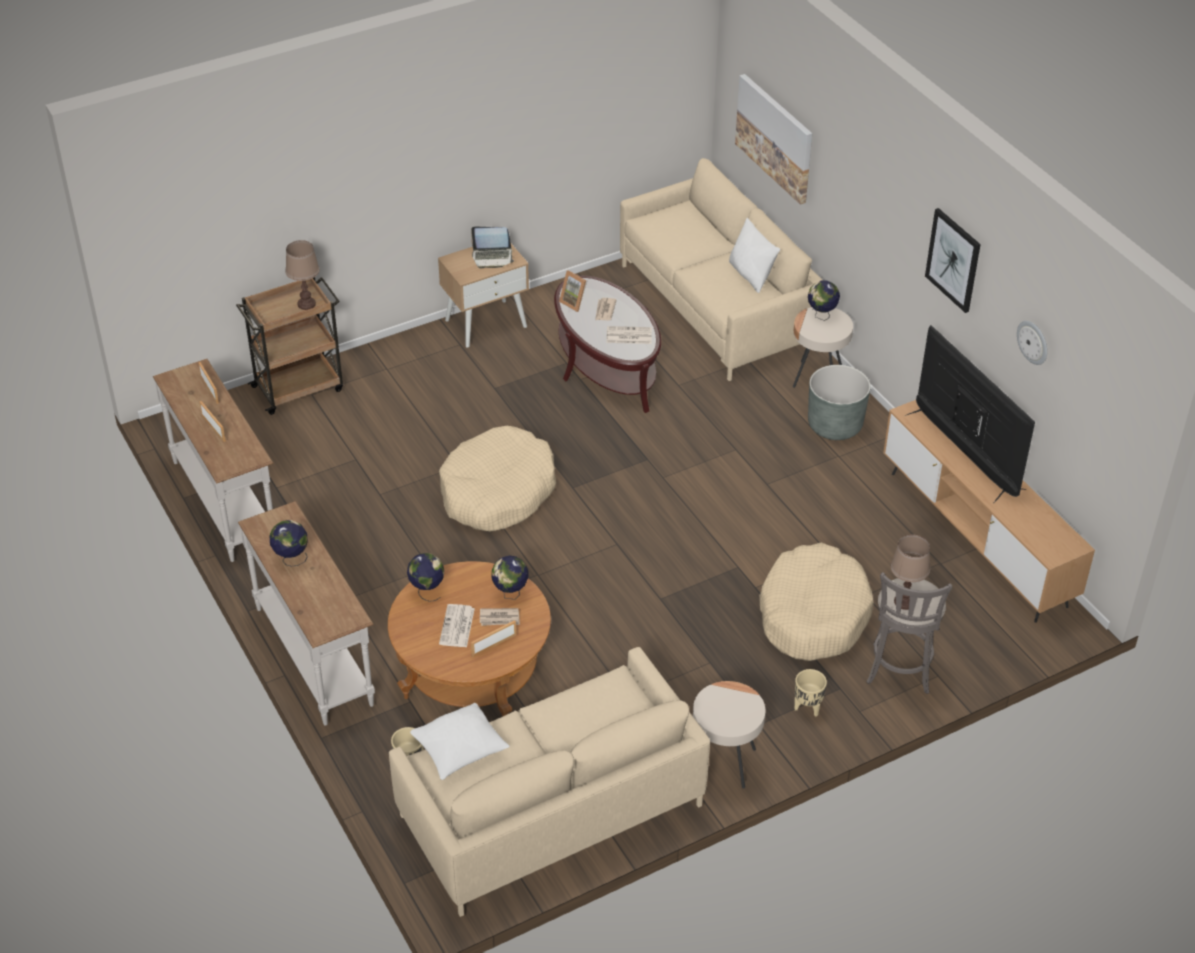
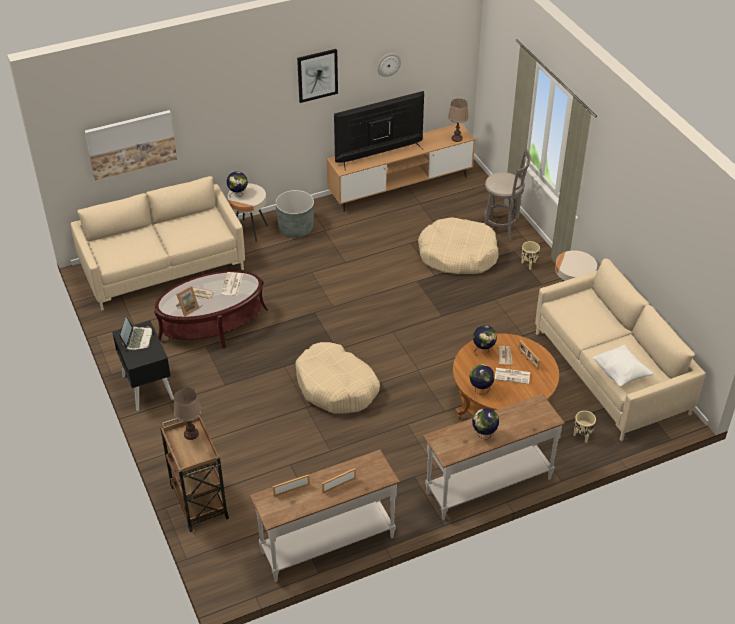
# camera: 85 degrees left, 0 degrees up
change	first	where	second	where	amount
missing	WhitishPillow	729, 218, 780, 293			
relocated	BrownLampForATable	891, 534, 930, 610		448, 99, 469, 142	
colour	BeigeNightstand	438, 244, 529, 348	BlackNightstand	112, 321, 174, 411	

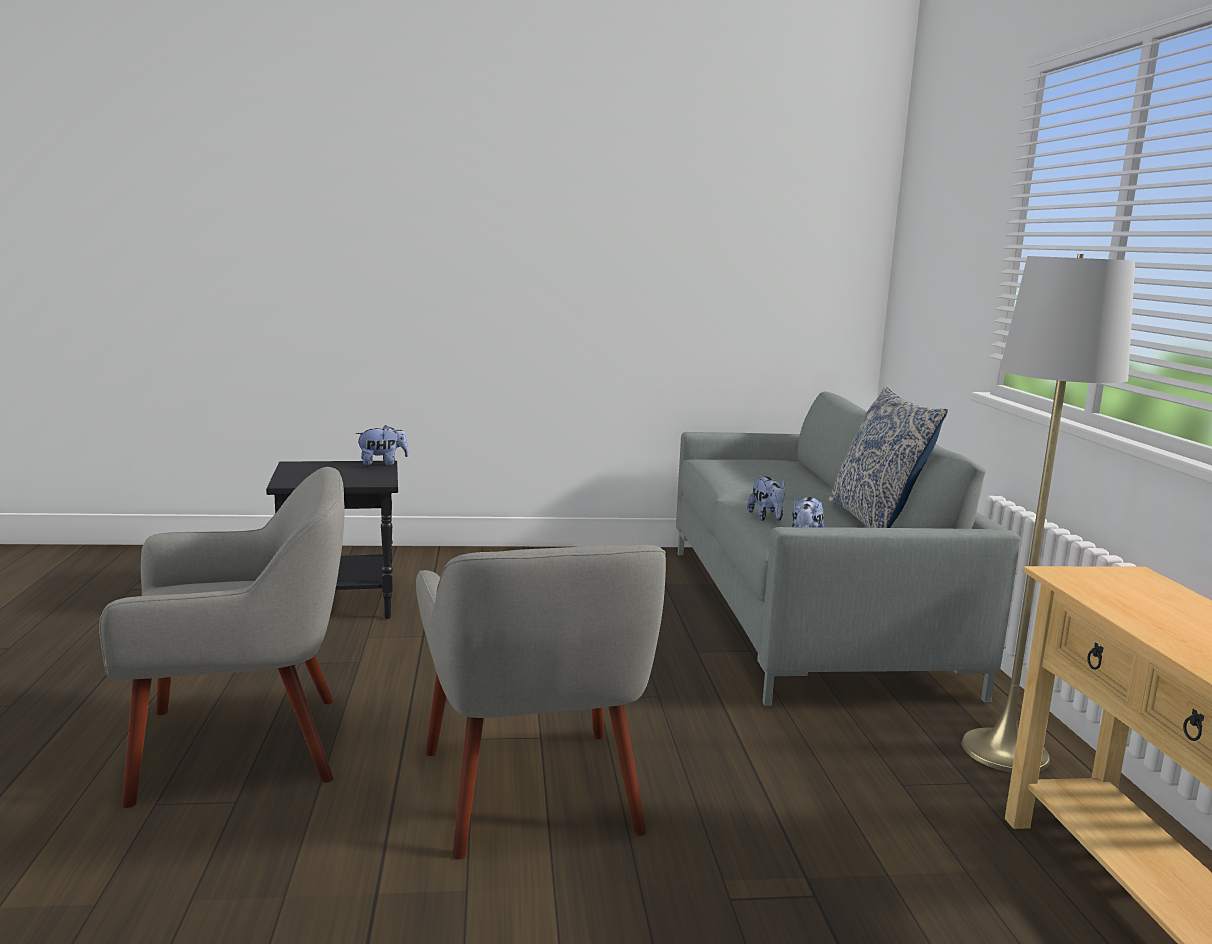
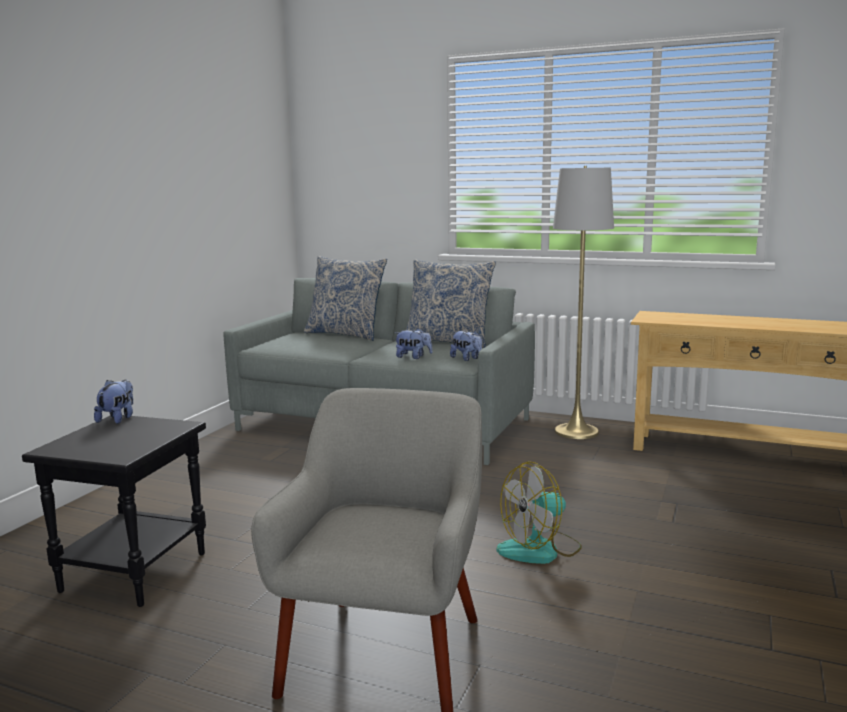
# camera: 60 degrees left, 0 degrees up
change	first	where	second	where	amount
appeared			Pillow	304, 256, 387, 341	
exchanged	GreyishLoungeChair	416, 545, 666, 860	ElectricFan	497, 461, 582, 564	

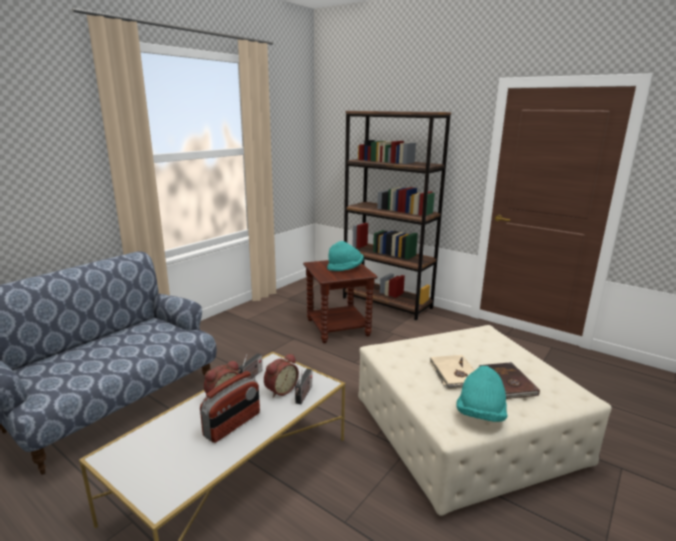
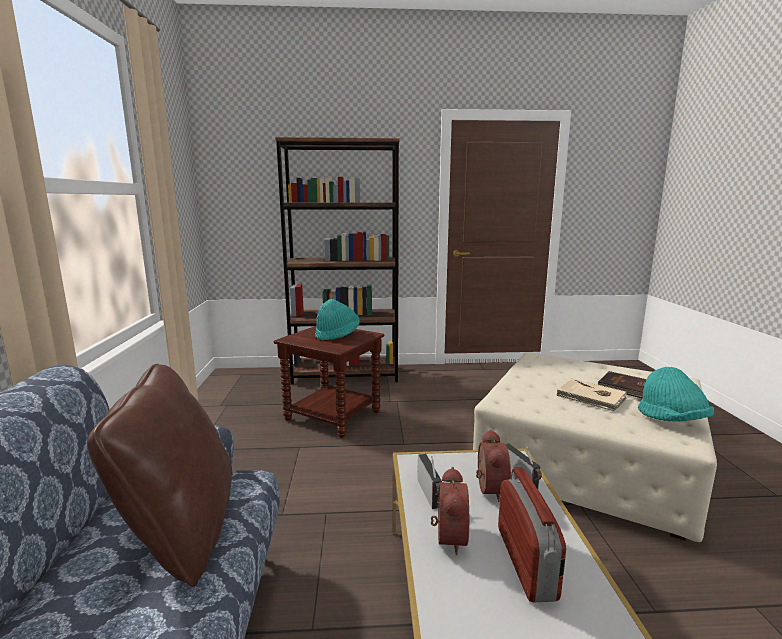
# camera: 40 degrees left, 5 degrees down
change	first	where	second	where	amount
appeared			BrownPillow	87, 364, 232, 587	

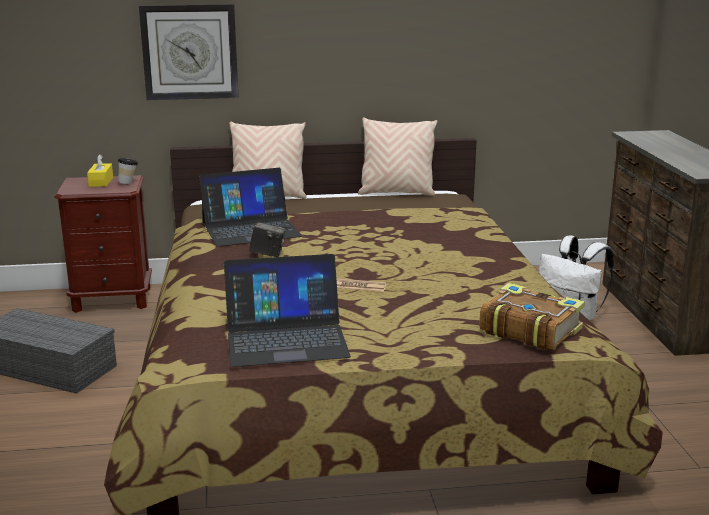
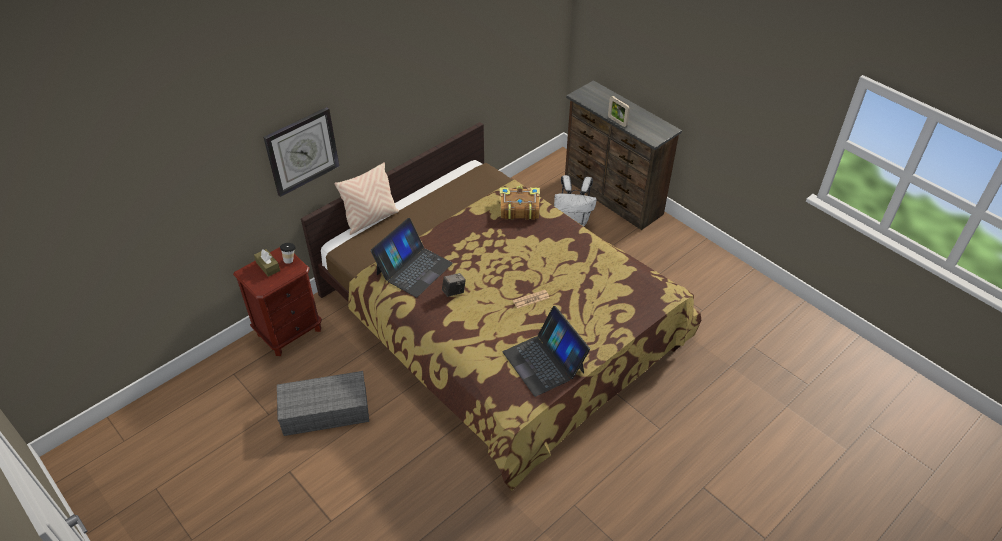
# camera: 35 degrees left, 25 degrees up
change	first	where	second	where	amount
missing	BeigePillow	358, 117, 437, 196			
appeared			PictureFrame	608, 96, 630, 127	
relocated	BoundBook	479, 283, 585, 350		500, 186, 540, 220	
colour	YellowColouredTissueBox	87, 154, 113, 187	BrownTissueBox	254, 249, 280, 277	
spun	NotebookComputer	224, 254, 351, 367		503, 306, 590, 397	105 degrees clockwise

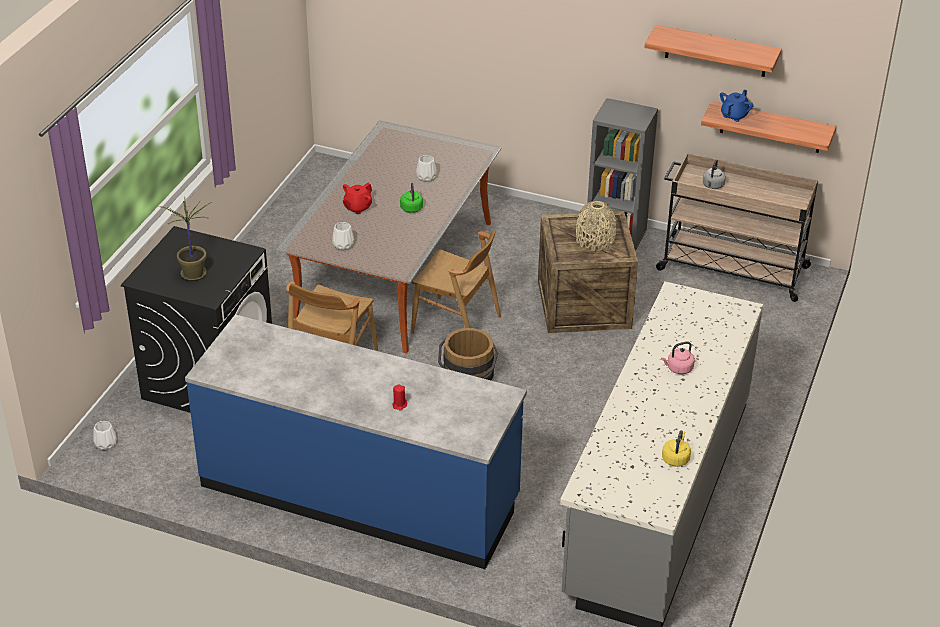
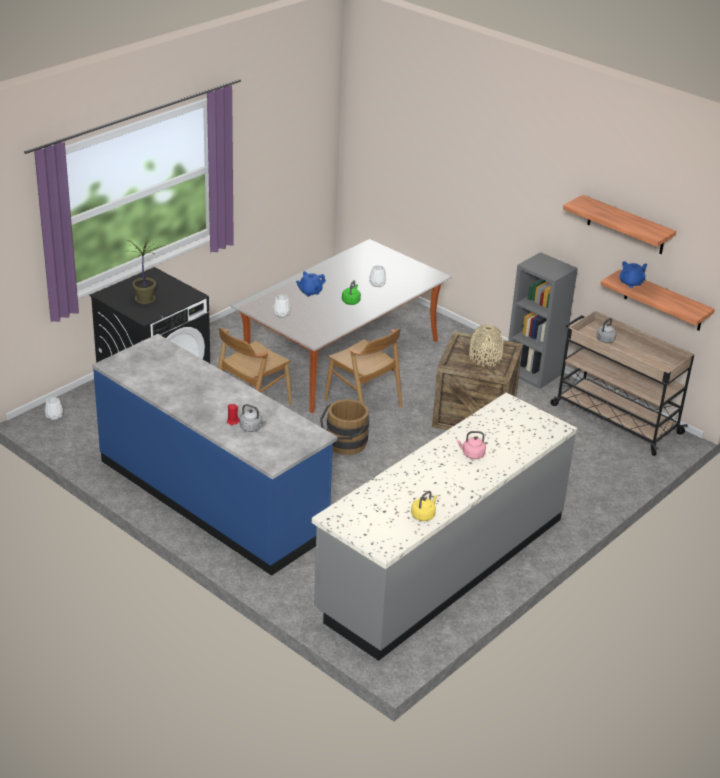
# camera: 20 degrees right, 5 degrees down
change	first	where	second	where	amount
appeared			GreyishTeaKettle	240, 404, 267, 432	
colour	ReddishPotForTea	343, 183, 372, 214	BlueColouredPotForTea	296, 271, 326, 297	

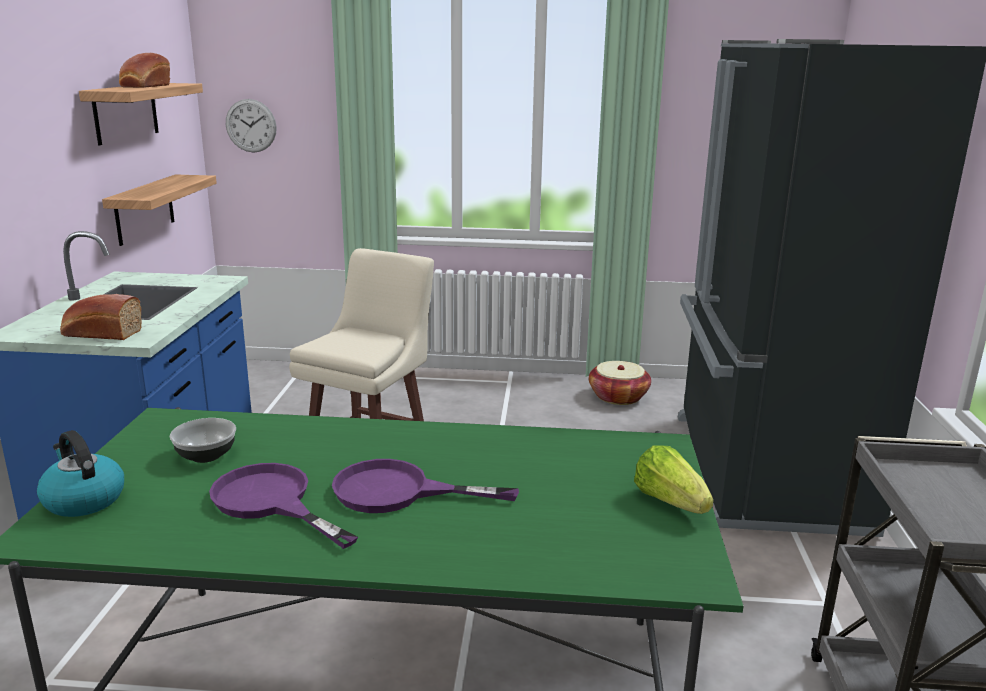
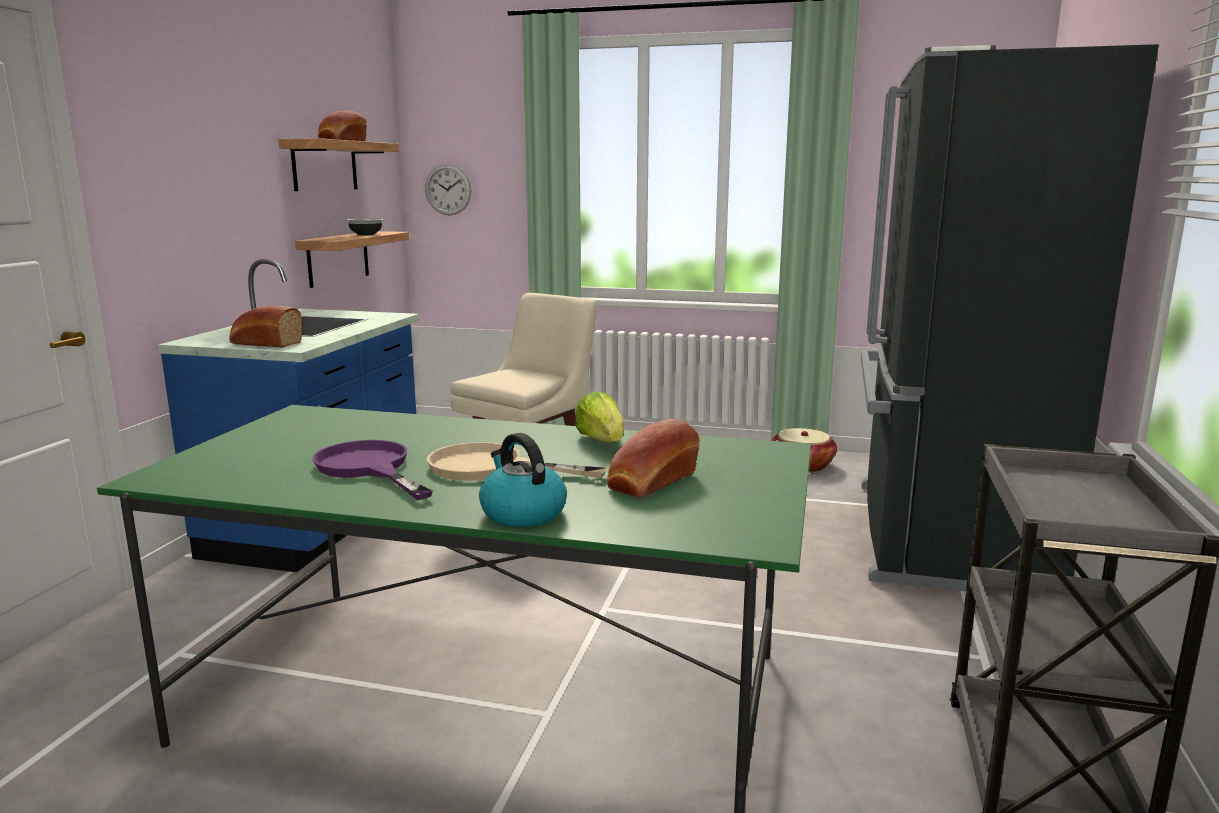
# camera: 10 degrees right, 5 degrees down
change	first	where	second	where	amount
appeared			Bread	607, 419, 699, 497	
relocated	TeaKettle	37, 430, 124, 517		479, 433, 567, 527	
relocated	Bowl	170, 418, 236, 463		347, 218, 383, 235	
relocated	HeadOfLettuce	634, 445, 713, 514		575, 391, 624, 442	
colour	PurplishPan	332, 459, 519, 513	BeigePan	427, 442, 607, 481	

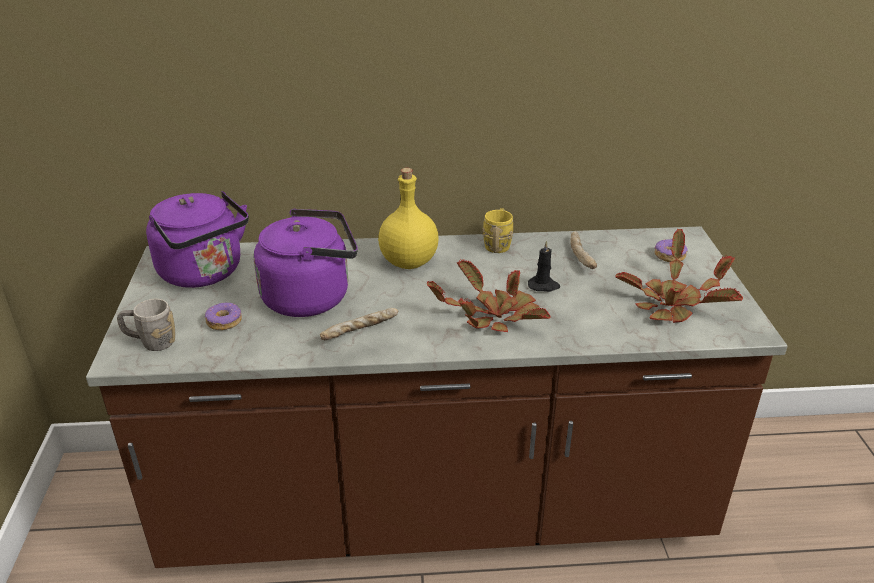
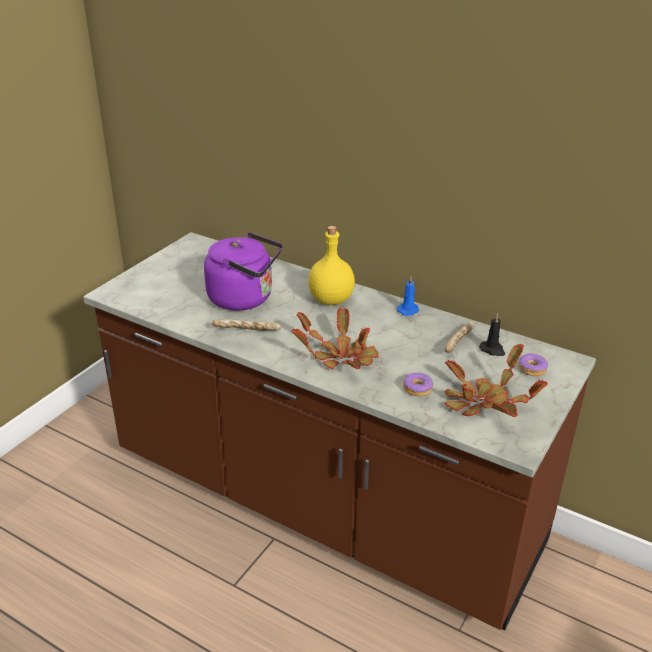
# camera: 35 degrees right, 0 degrees up
change	first	where	second	where	amount
missing	GreyishTeaMug	117, 299, 175, 351			
missing	PurplishTeaKettle	146, 191, 249, 288			
relocated	Donut	205, 303, 242, 330		403, 372, 433, 396	
relocated	BlackCandle	528, 240, 560, 292		479, 313, 505, 356	
exchanged	YellowColouredTeaMug	482, 208, 513, 253	BlueColouredCandle	397, 276, 419, 316	

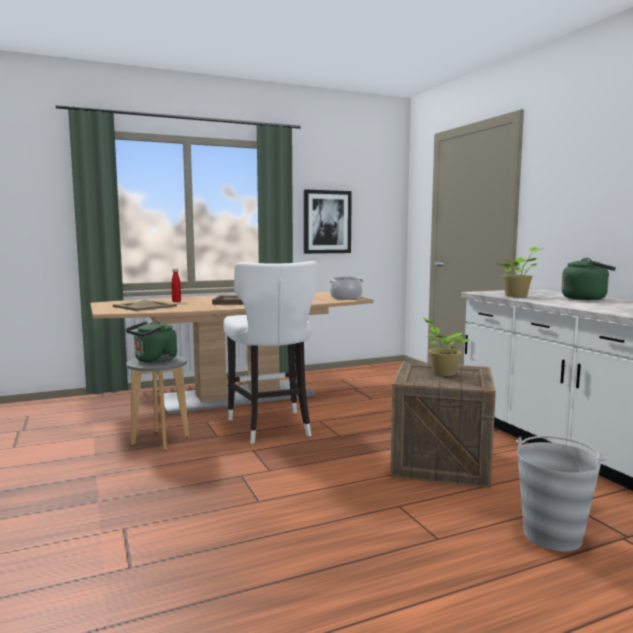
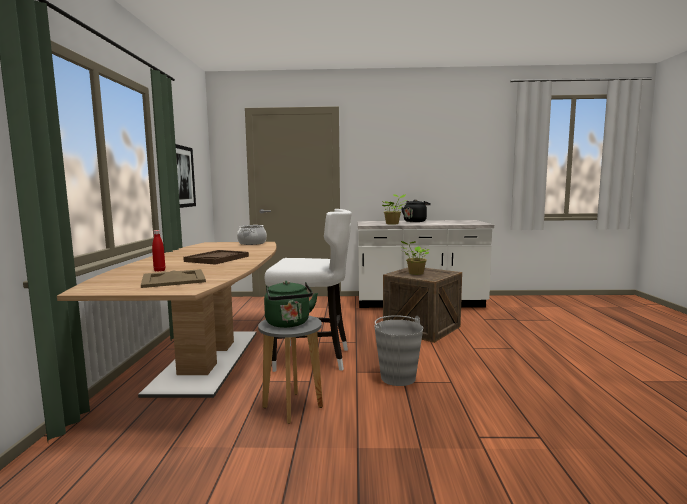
# camera: 65 degrees left, 0 degrees up
change	first	where	second	where	amount
relocated	GreyishPail	516, 436, 606, 551		374, 315, 423, 386	
colour	GreenishTeaKettle	561, 258, 616, 300	BlackTeaKettle	401, 199, 431, 222	

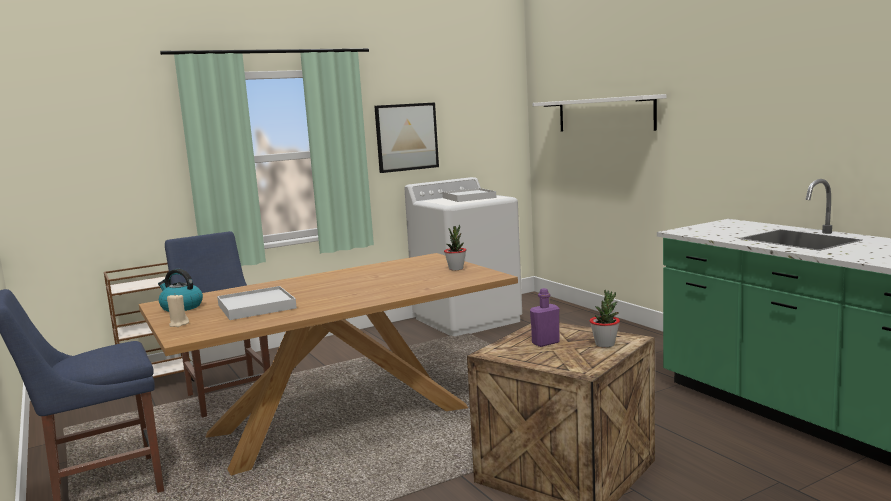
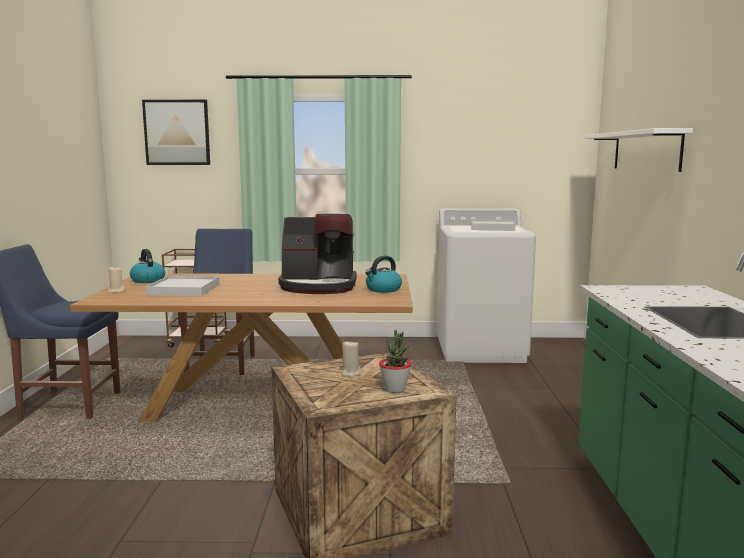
# camera: 30 degrees right, 0 degrees up
change	first	where	second	where	amount
appeared			CoffeeMaker	278, 214, 357, 294	
relocated	Picture	374, 102, 439, 173		142, 100, 210, 165	
exchanged	PottedPlant	444, 225, 466, 271	TeaKettle	365, 256, 402, 293	
exchanged	PurplishBottle	530, 288, 560, 347	BeigeCandle	341, 340, 361, 377	

